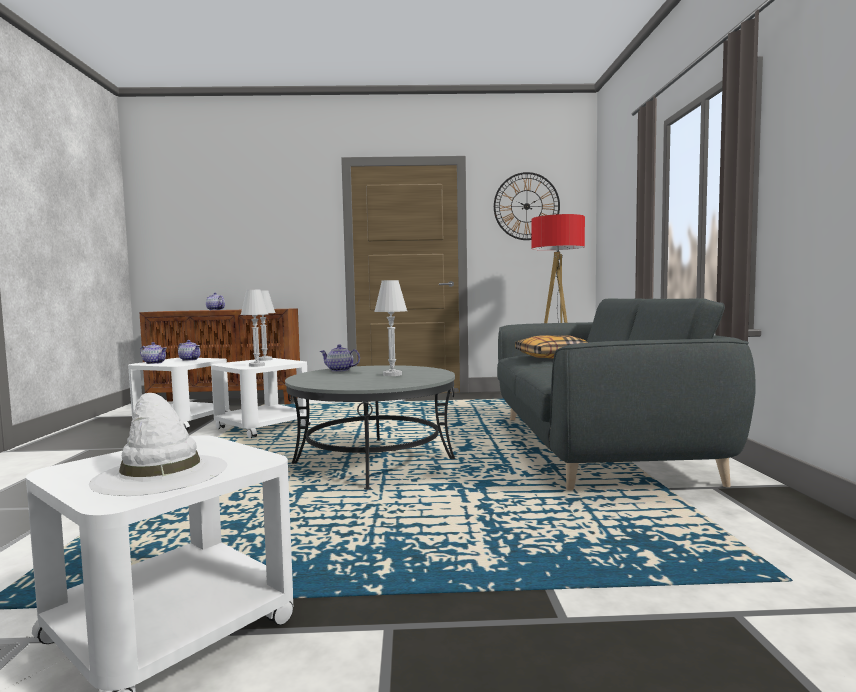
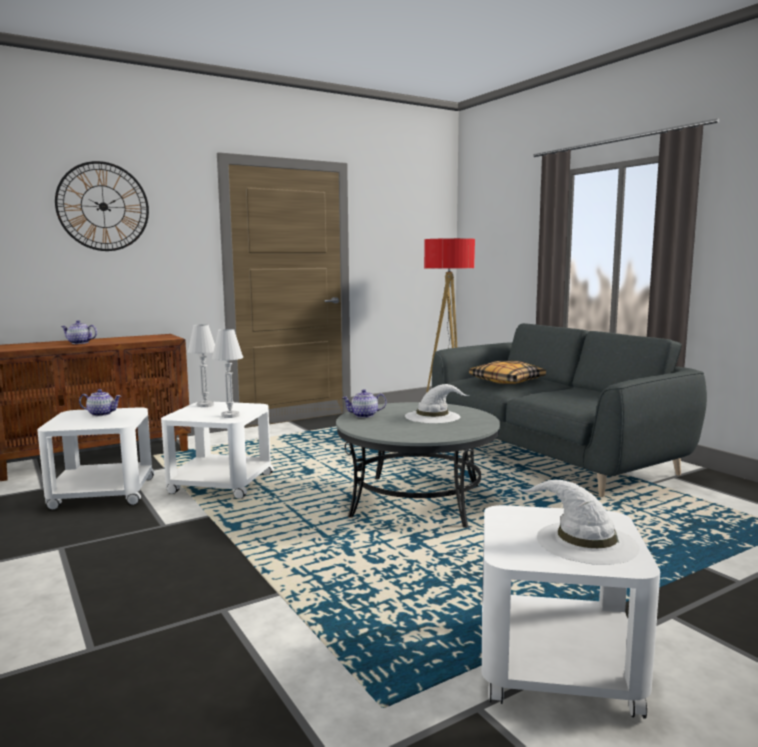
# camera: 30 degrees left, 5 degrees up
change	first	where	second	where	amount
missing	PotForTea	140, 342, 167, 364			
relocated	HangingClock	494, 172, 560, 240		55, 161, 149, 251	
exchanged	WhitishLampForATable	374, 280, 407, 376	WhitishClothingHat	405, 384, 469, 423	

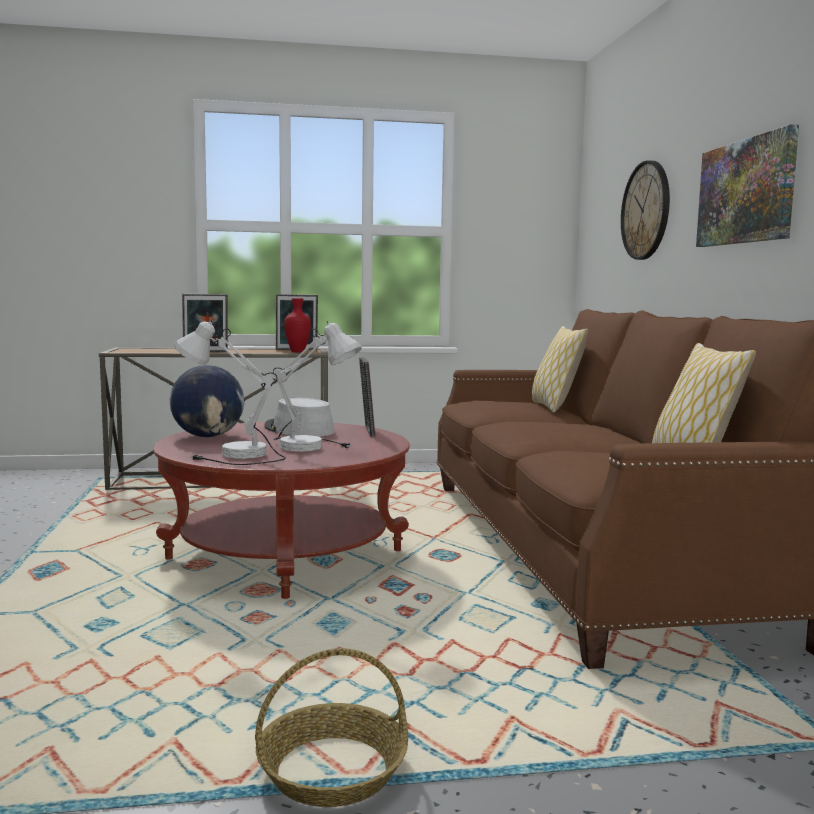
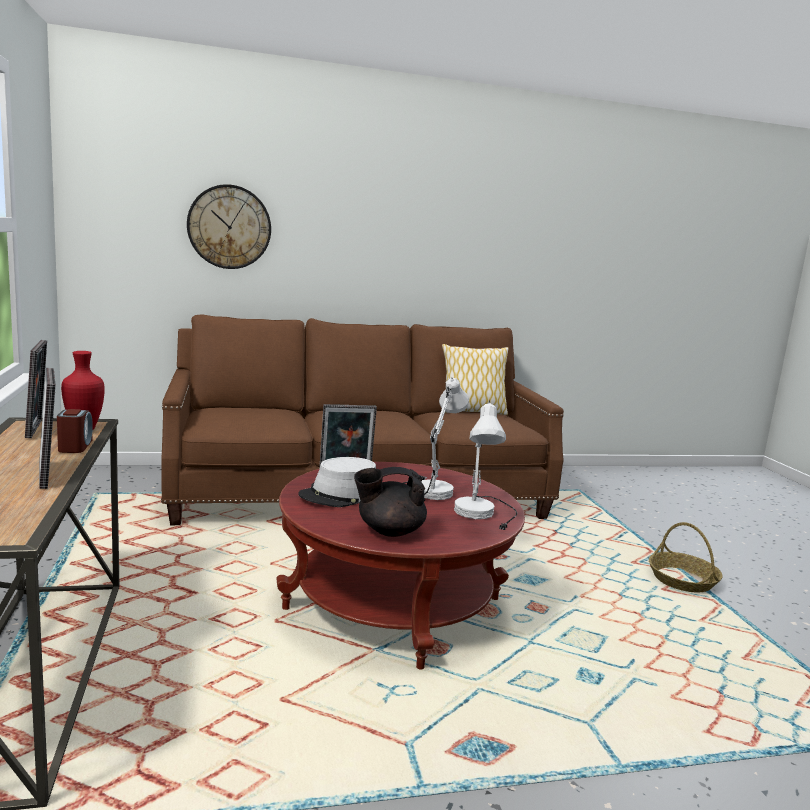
# camera: 95 degrees left, 5 degrees up
change	first	where	second	where	amount
missing	Pillow	532, 326, 588, 413			
missing	Picture	696, 124, 799, 247			
appeared			TableClock	57, 409, 93, 453	
exchanged	WorldGlobe	170, 365, 244, 437	BlackPotForTea	354, 467, 427, 537	

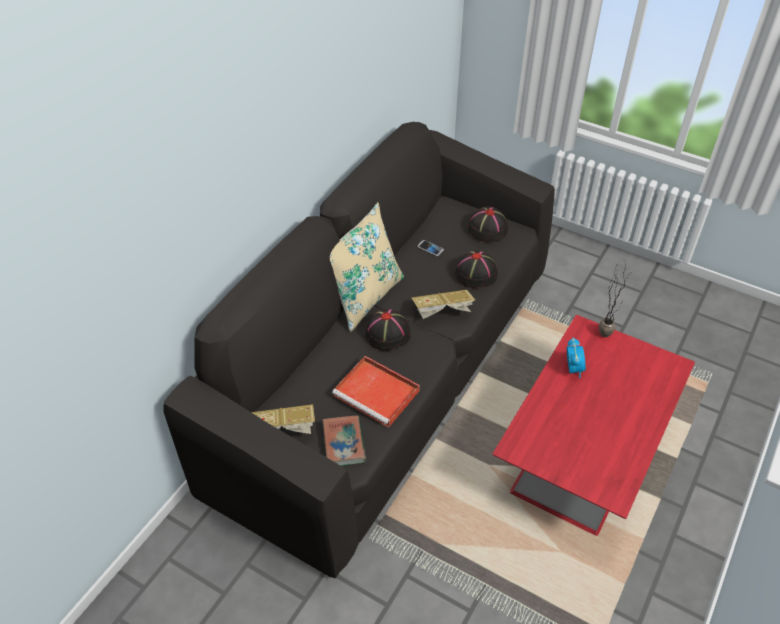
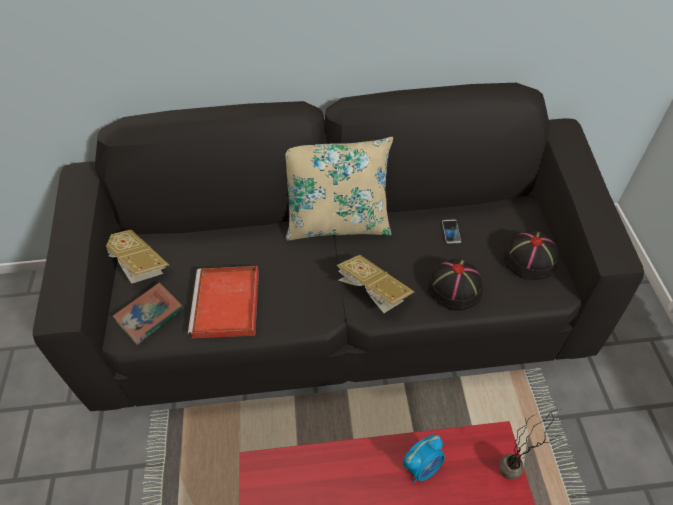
# camera: 55 degrees right, 5 degrees up
change	first	where	second	where	amount
missing	BlackClothingHat	365, 309, 410, 351			

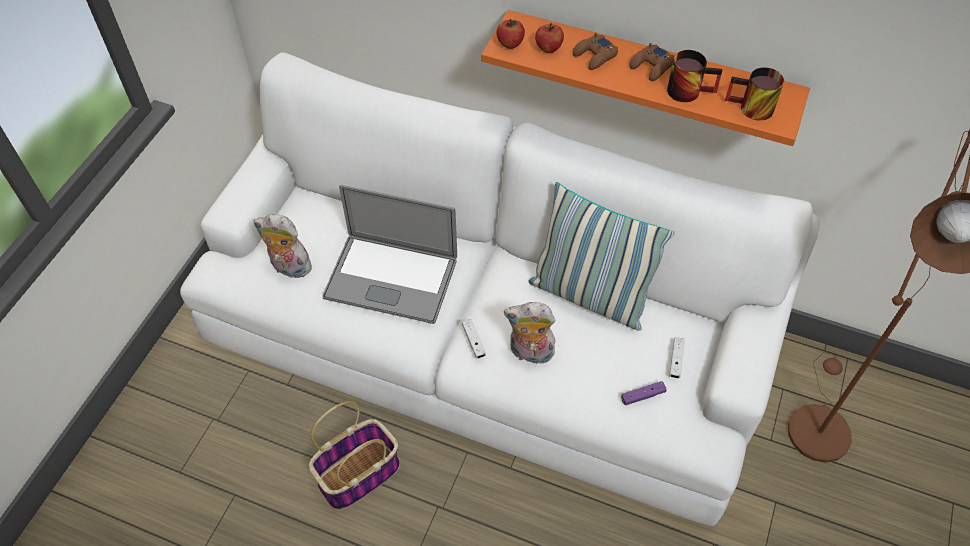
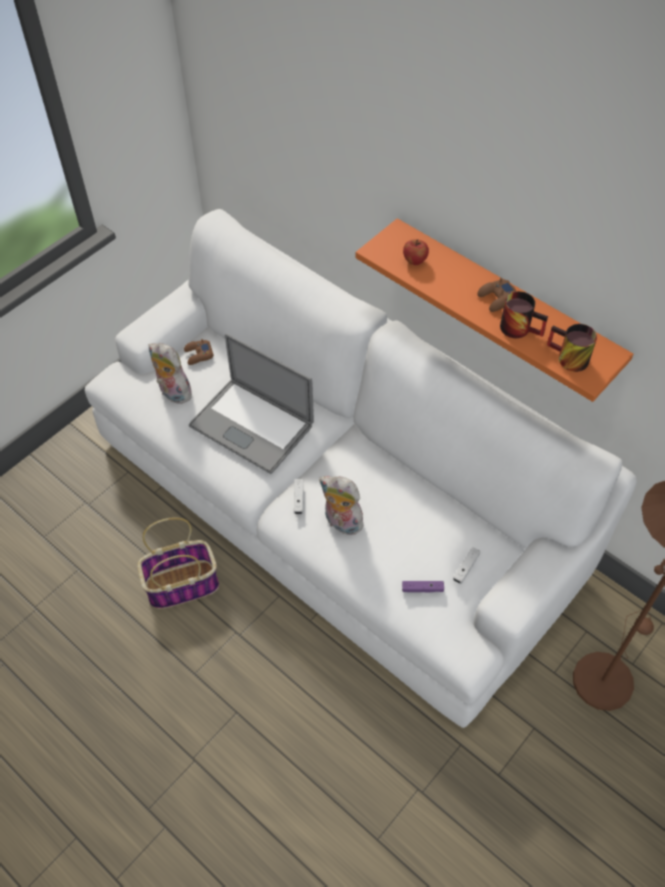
# camera: 20 degrees right, 0 degrees up
change	first	where	second	where	amount
missing	AppleFruit	496, 19, 525, 49			
missing	Pillow	528, 182, 675, 331			
relocated	BrownGameController	573, 33, 618, 70		184, 339, 214, 365	

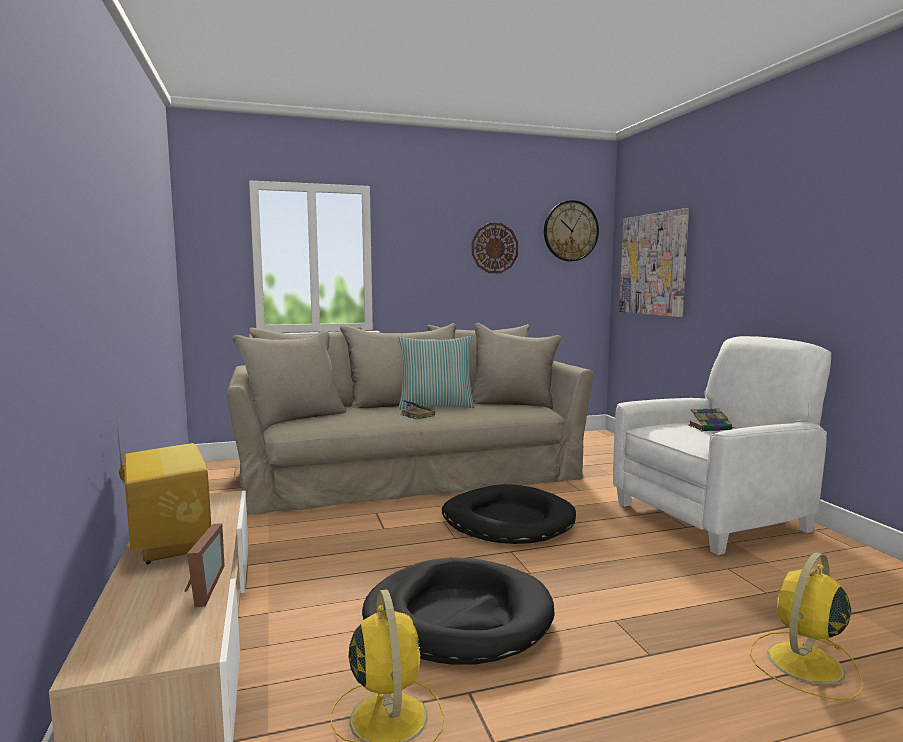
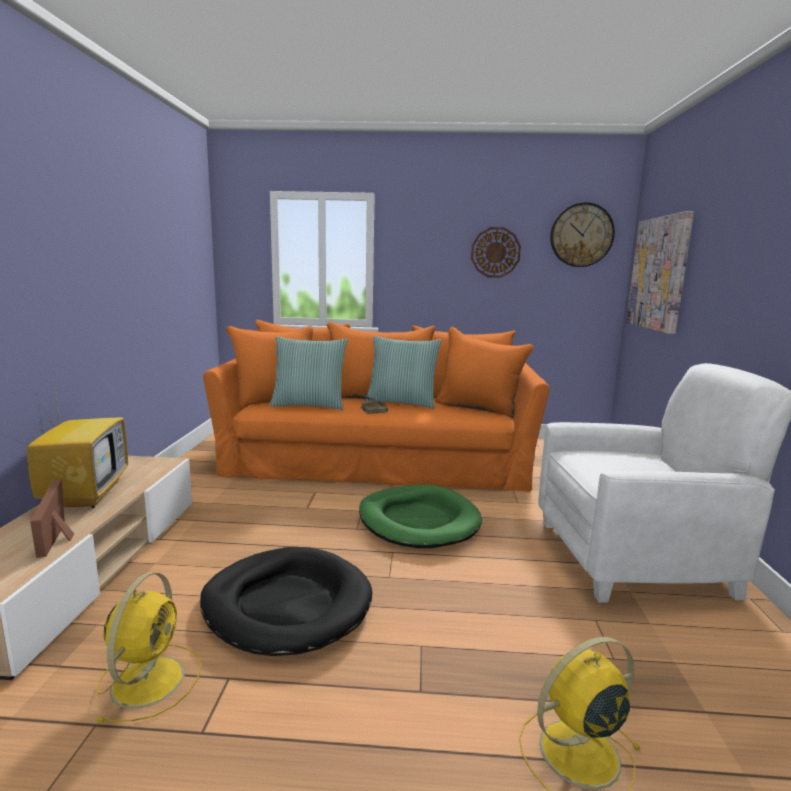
# camera: 20 degrees right, 5 degrees up
change	first	where	second	where	amount
missing	BoundBook	688, 408, 735, 432			
appeared			Pillow	270, 337, 348, 410	
colour	BeigeSettee	226, 323, 593, 515	OrangeySettee	203, 320, 550, 492	
colour	BlackPetBed	442, 484, 576, 544	GreenishPetBed	359, 485, 482, 548	
spun	PictureFrame	184, 523, 225, 607		30, 479, 74, 558	150 degrees clockwise

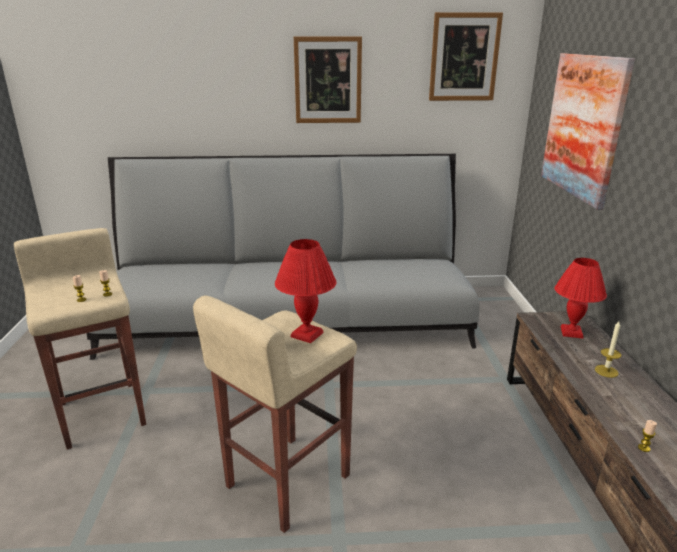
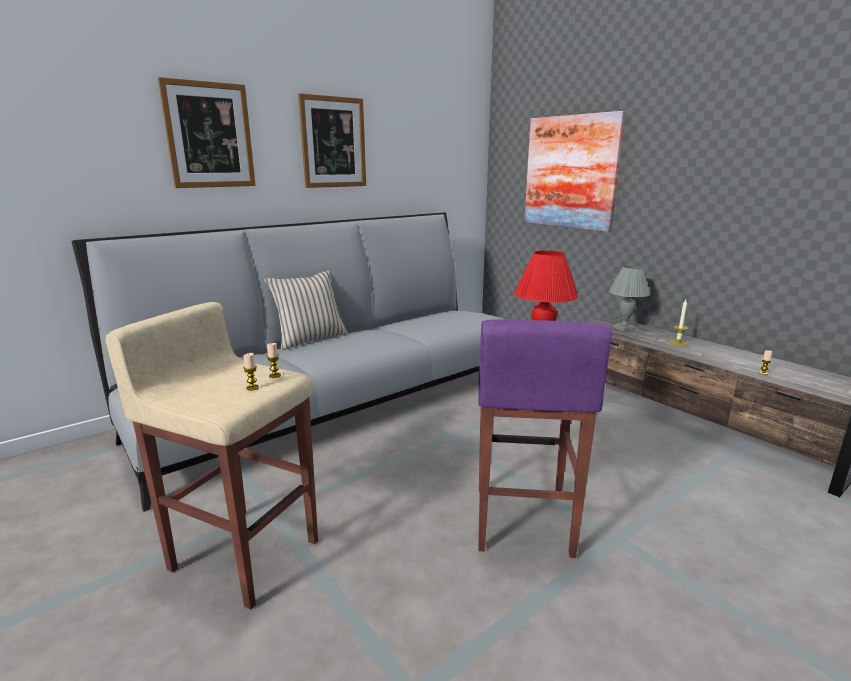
# camera: 35 degrees left, 5 degrees down
change	first	where	second	where	amount
appeared			BeigePillow	264, 271, 348, 350	
relocated	Picture	429, 12, 503, 101		158, 77, 256, 188	
colour	BeigeStoolSeat	193, 295, 357, 533	PurplishStoolSeat	478, 319, 612, 558	
colour	ReddishLampForATable	555, 258, 607, 339	GreyishLampForATable	609, 265, 650, 332	

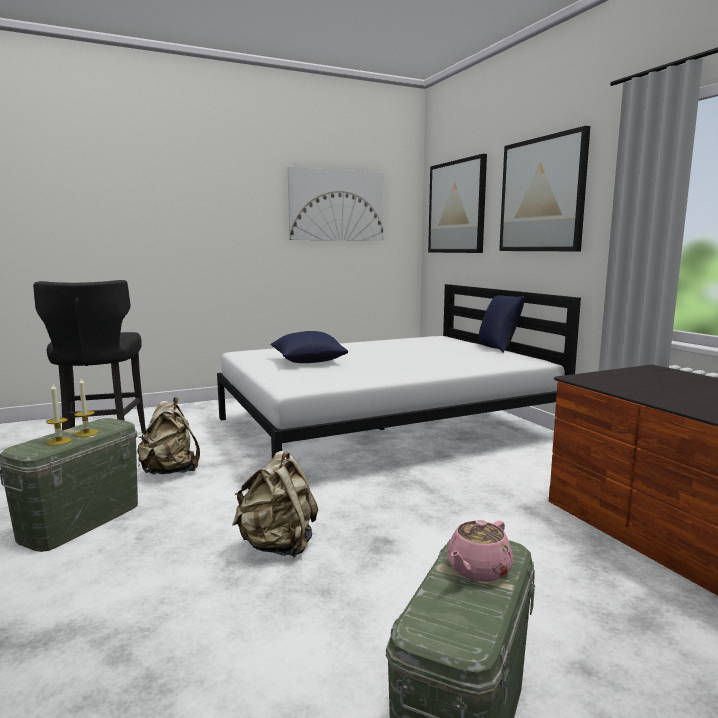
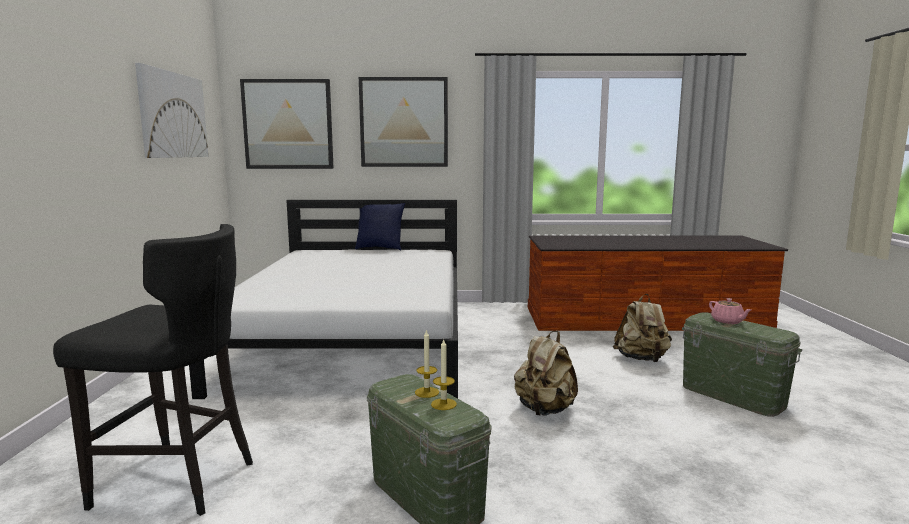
# camera: 65 degrees left, 0 degrees up
change	first	where	second	where	amount
missing	BlueColouredPillow	270, 331, 348, 363			
relocated	BeigeKnapsack	137, 397, 200, 474		613, 294, 672, 362	

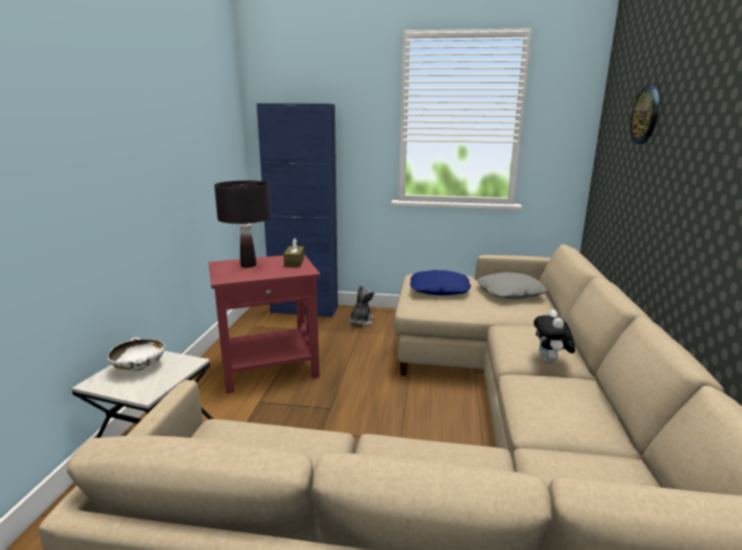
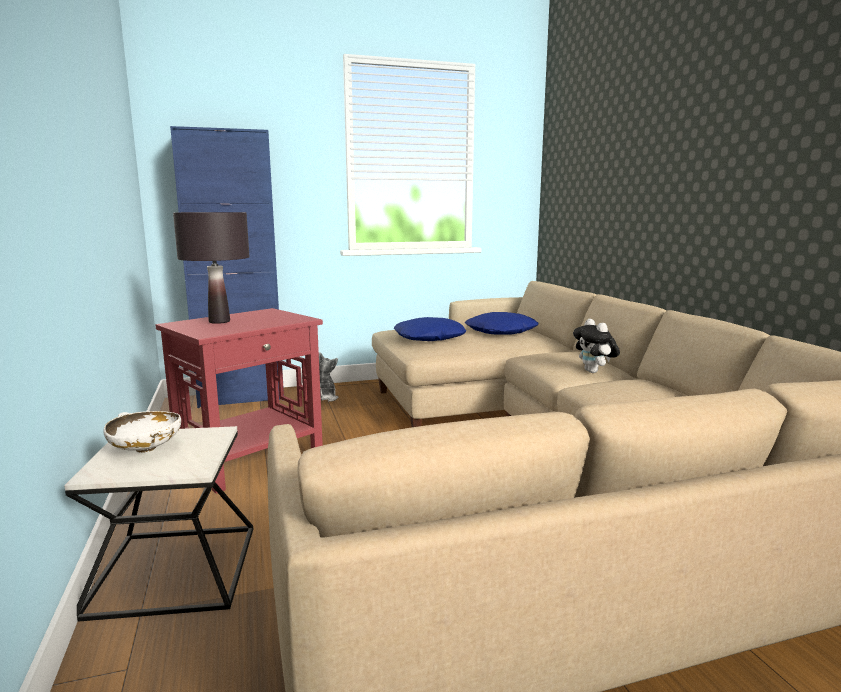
# camera: 25 degrees left, 5 degrees down
change	first	where	second	where	amount
missing	BrownTissueBox	283, 238, 304, 267			
missing	HangingClock	630, 85, 659, 144			
colour	GreyishPillow	477, 272, 547, 299	BlueColouredPillow	465, 312, 538, 335	

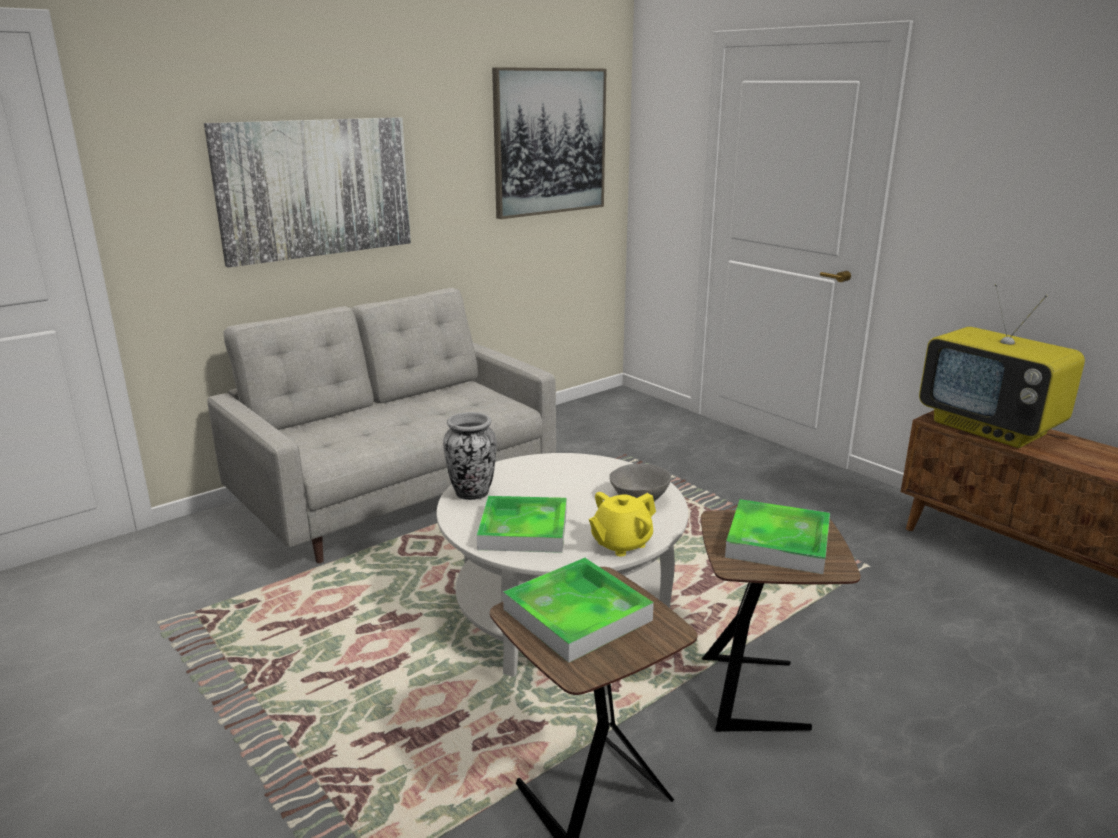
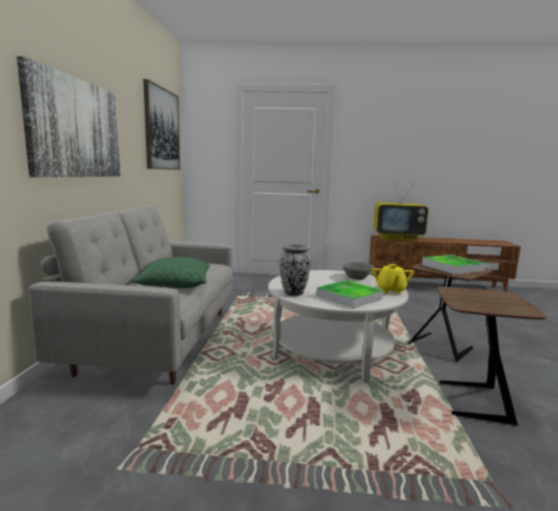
# camera: 45 degrees left, 10 degrees down
change	first	where	second	where	amount
missing	Tray	503, 558, 654, 663			
appeared			GreenishPillow	131, 257, 210, 288	

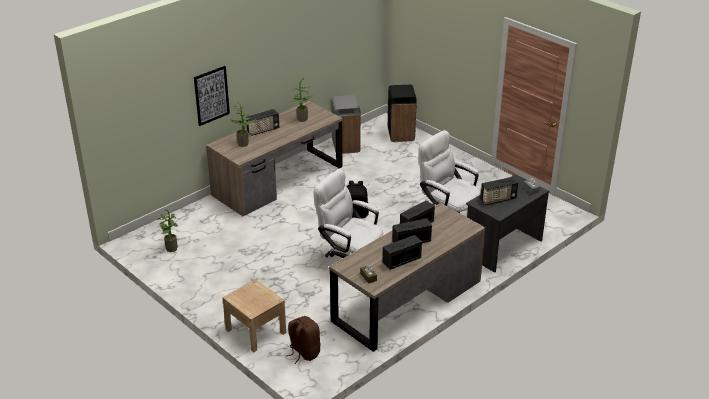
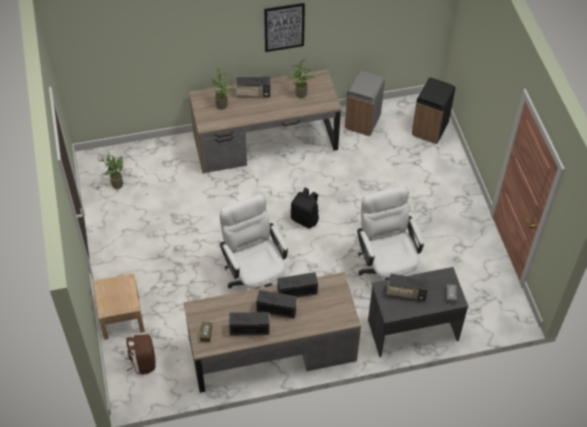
# camera: 30 degrees right, 20 degrees up
change	first	where	second	where	amount
relocated	Picture	194, 66, 230, 126		264, 3, 305, 52	

